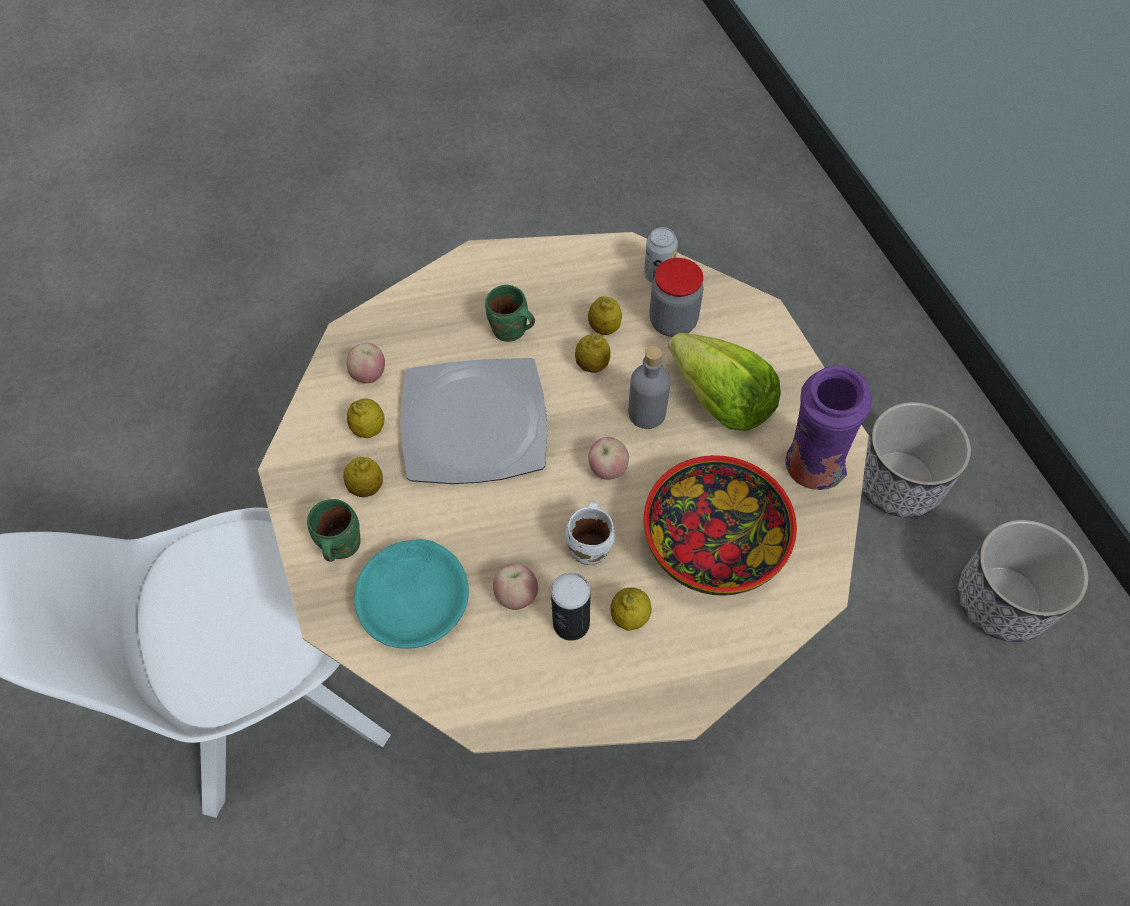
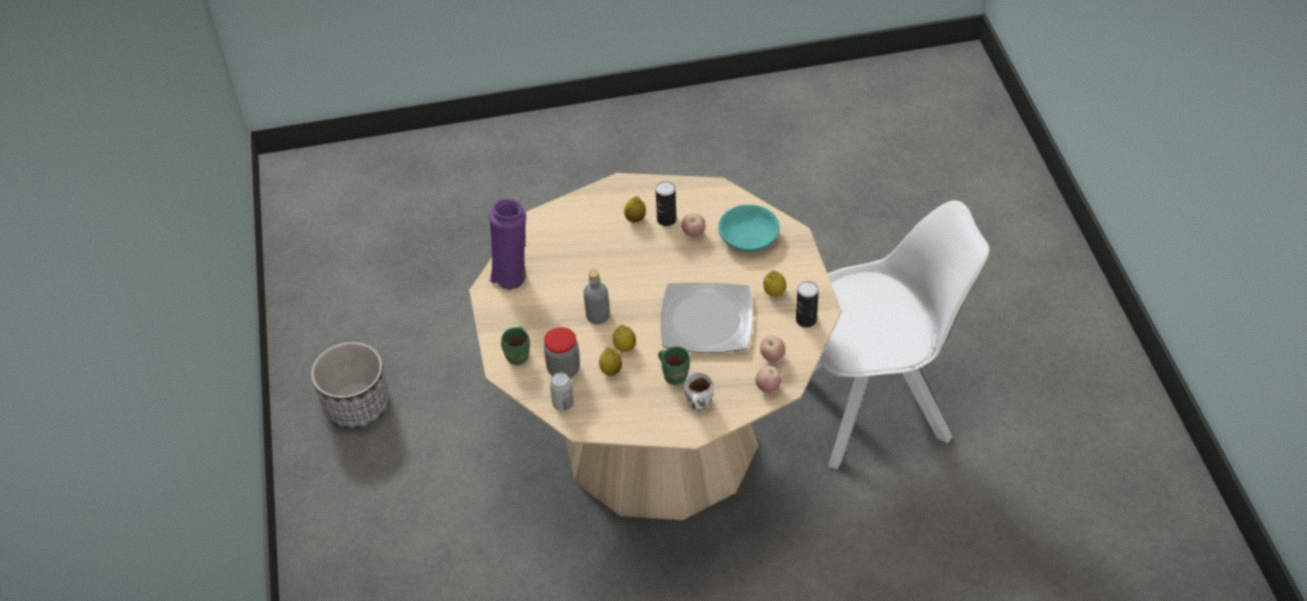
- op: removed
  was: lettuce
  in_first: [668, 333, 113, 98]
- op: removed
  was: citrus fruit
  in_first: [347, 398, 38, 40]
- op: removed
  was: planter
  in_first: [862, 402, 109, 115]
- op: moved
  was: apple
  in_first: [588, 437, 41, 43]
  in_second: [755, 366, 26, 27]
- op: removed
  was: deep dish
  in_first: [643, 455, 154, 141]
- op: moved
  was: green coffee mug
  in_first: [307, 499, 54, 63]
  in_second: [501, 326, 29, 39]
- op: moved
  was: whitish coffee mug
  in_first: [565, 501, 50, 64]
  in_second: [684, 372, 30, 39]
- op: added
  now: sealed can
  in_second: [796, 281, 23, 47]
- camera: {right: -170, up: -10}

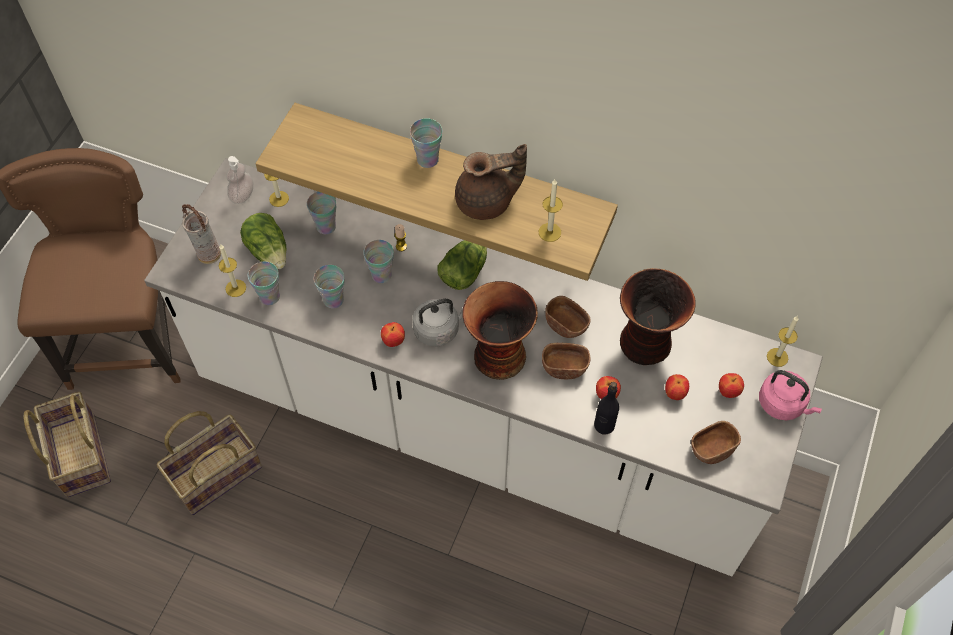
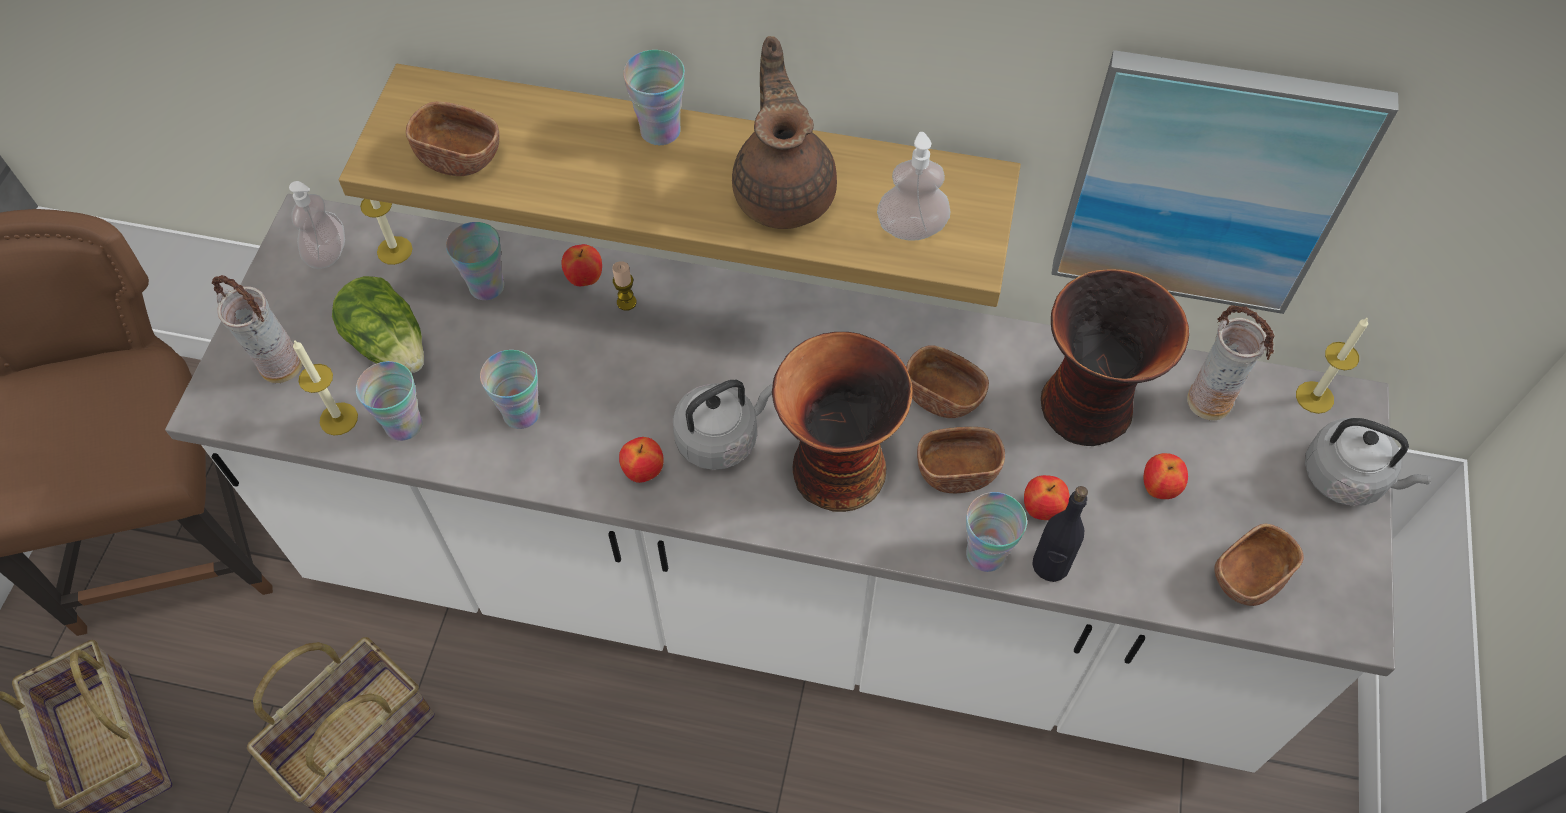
- op: turned
  was: brown-coloured pot for tea
  in_first: [455, 144, 72, 76]
  in_second: [732, 36, 105, 193]
  clockwise: -75
- op: replaced
  was: candle
  now: soap bottle
  in_first: [539, 180, 24, 62]
  in_second: [877, 132, 74, 109]
- op: moved
  was: drinking cup
  in_first: [363, 240, 31, 43]
  in_second: [966, 492, 61, 80]
- op: removed
  was: lettuce
  in_first: [437, 240, 50, 50]
- op: recoloured
  was: pink kettle
  now: grey kettle
  in_first: [759, 370, 63, 50]
  in_second: [1305, 418, 126, 88]
- op: moved
  was: apple
  in_first: [719, 373, 25, 25]
  in_second: [561, 244, 41, 42]
- op: added
  now: wall picture
  in_second: [1051, 50, 348, 264]
- op: added
  now: brown-coloured deep dish
  in_second: [406, 102, 94, 74]
- op: added
  now: flower vase
  in_second: [1187, 305, 87, 115]
- camera: {right: -10, up: 0}

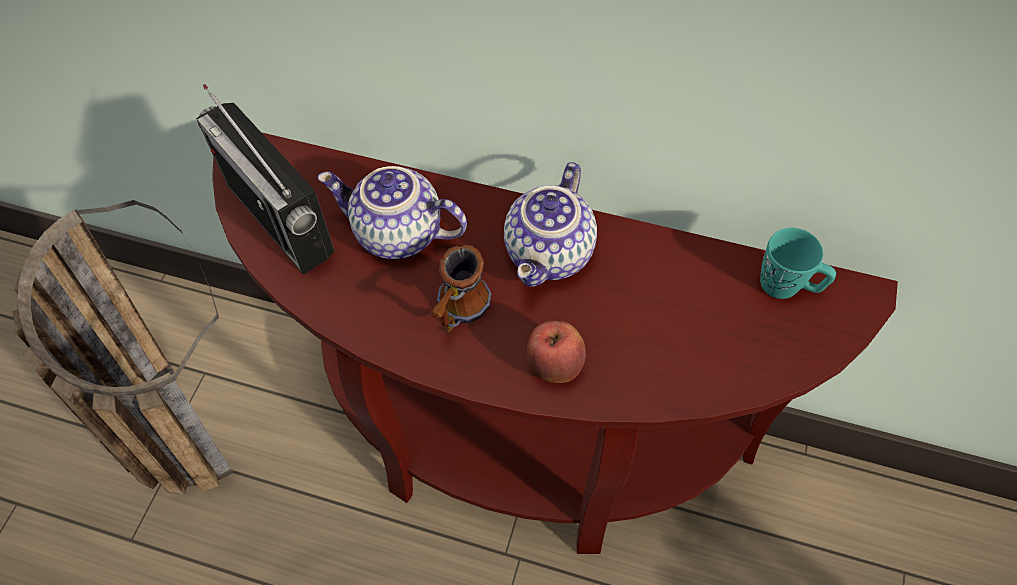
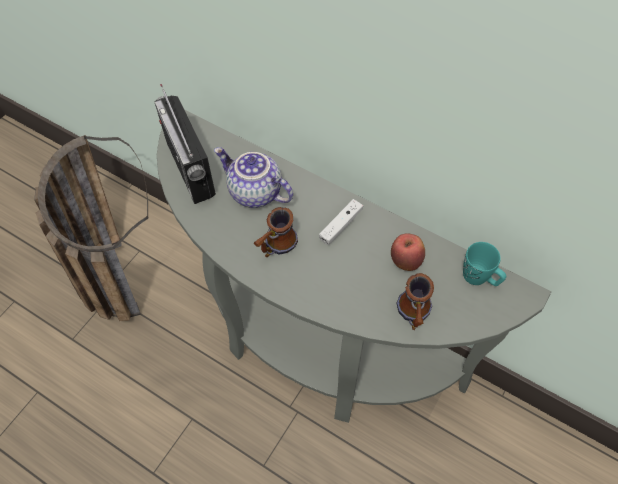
- op: recoloured
  was: brown-coloured console table
  now: grey console table
  in_first: [212, 132, 686, 422]
  in_second: [157, 110, 394, 313]
- op: replaced
  was: pot for tea
  now: whitish joypad
  in_first: [504, 162, 93, 125]
  in_second: [319, 199, 44, 46]
- op: moved
  was: apple
  in_first: [527, 320, 59, 63]
  in_second: [391, 233, 34, 38]
- op: added
  now: coffee mug
  in_second: [397, 273, 37, 57]
- camera: {right: 15, up: 0}

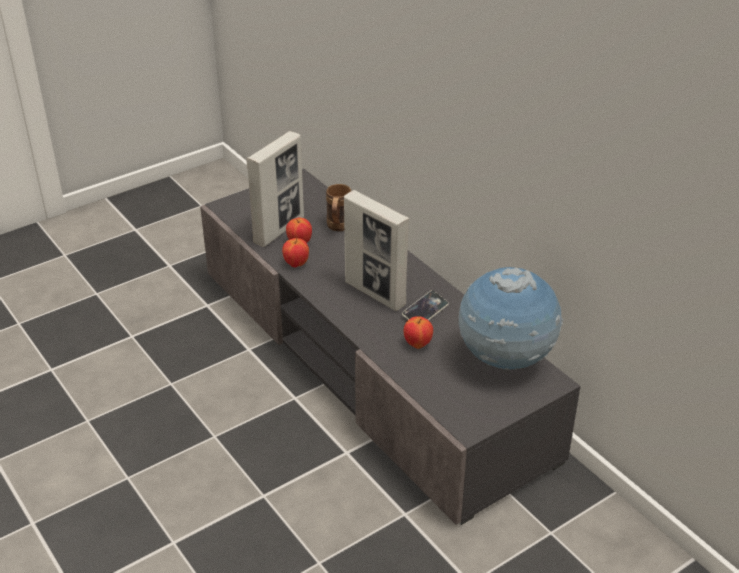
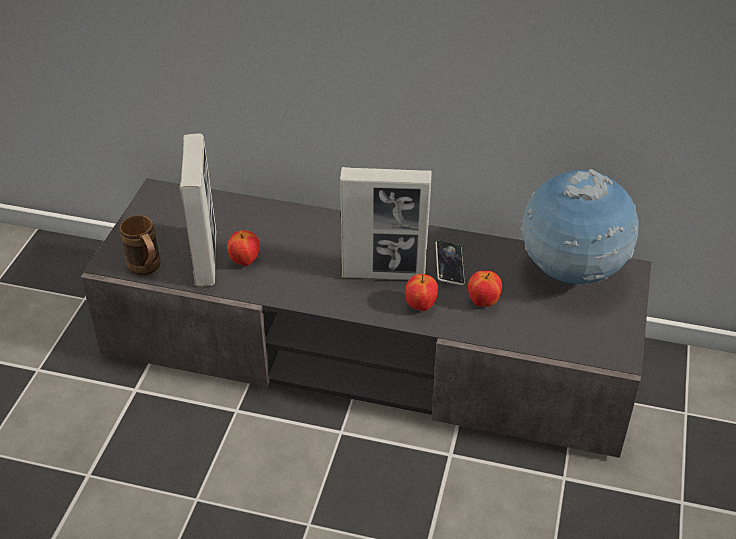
- op: moved
  was: brown-coloured coffee mug
  in_first: [326, 184, 25, 47]
  in_second: [119, 215, 42, 61]
- op: moved
  was: apple
  in_first: [282, 238, 27, 30]
  in_second: [405, 274, 33, 37]
- camera: {right: -40, up: 5}

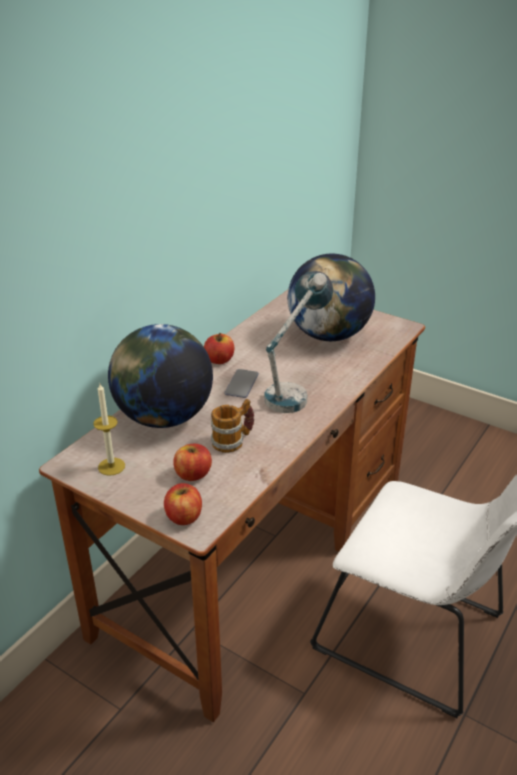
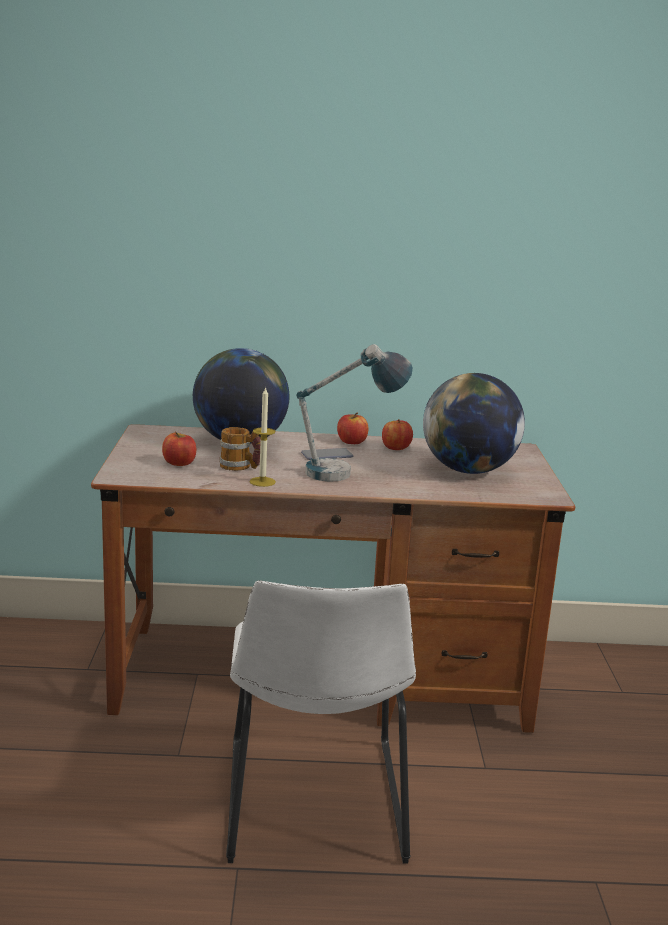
- op: moved
  was: candle
  in_first: [93, 384, 32, 92]
  in_second: [249, 387, 27, 100]
- op: moved
  was: apple
  in_first: [164, 483, 38, 42]
  in_second: [382, 419, 31, 31]
- camera: {right: 55, up: -15}

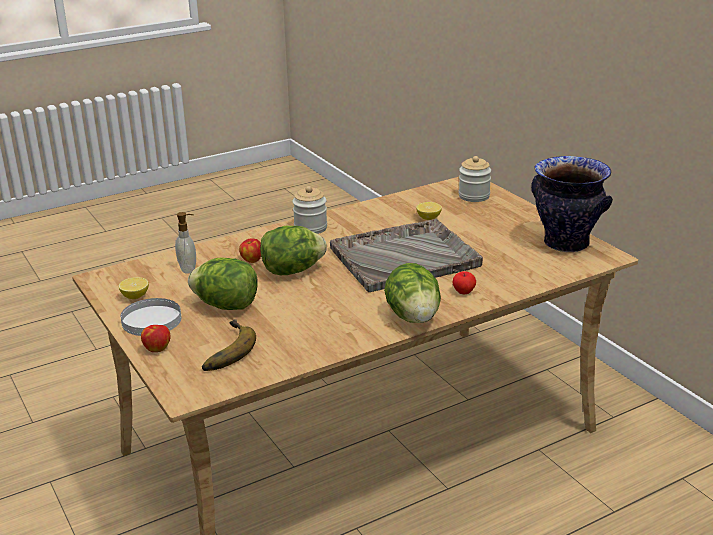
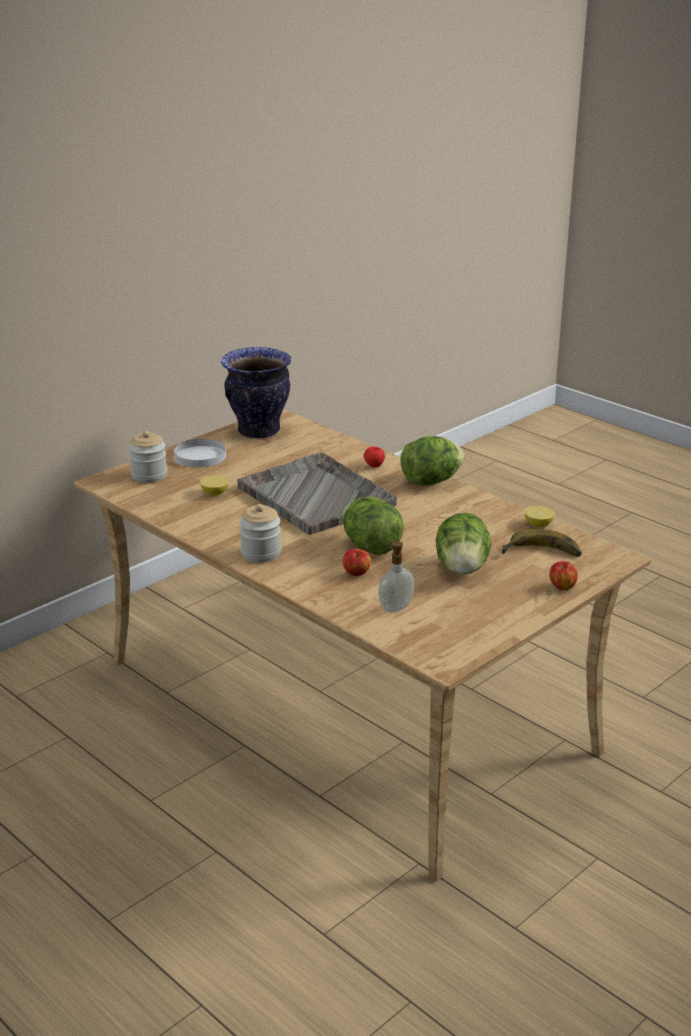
- op: moved
  was: citrus fruit
  in_first: [118, 277, 31, 22]
  in_second: [524, 506, 31, 21]
- op: moved
  was: whitish dinner plate
  in_first: [121, 298, 60, 38]
  in_second: [174, 439, 52, 29]
- camera: {right: -105, up: 0}

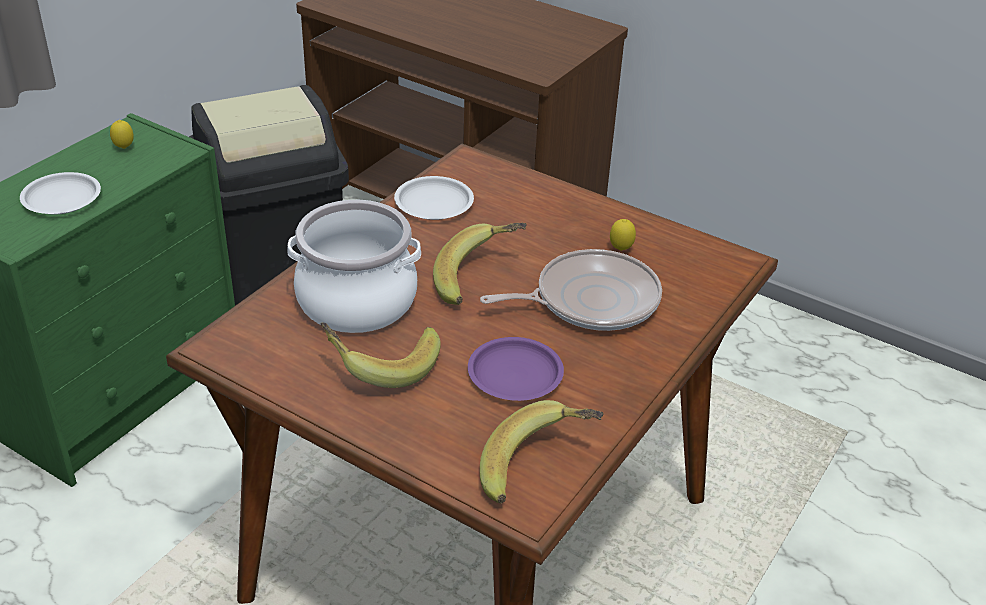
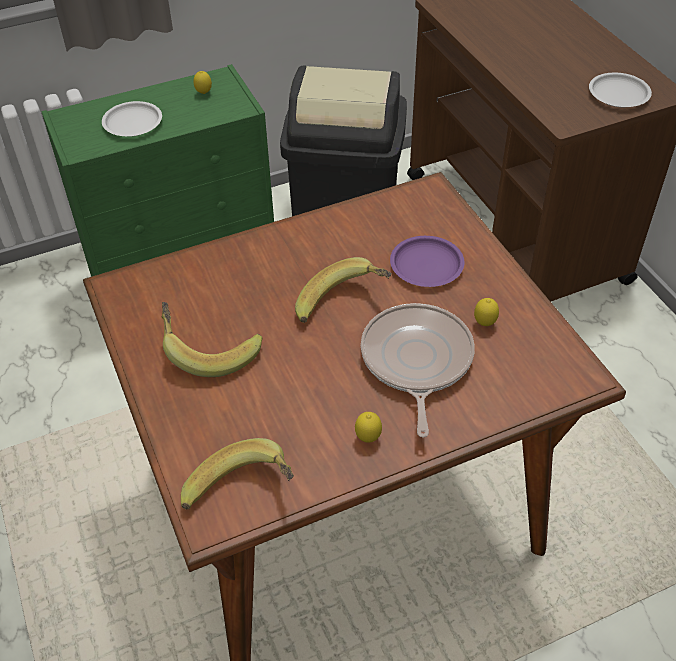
- op: moved
  was: whitish dinner plate
  in_first: [394, 176, 80, 44]
  in_second: [589, 73, 63, 34]
- op: removed
  was: stockpot
  in_first: [287, 200, 134, 133]
- op: turned
  was: pan
  in_first: [480, 249, 182, 82]
  in_second: [361, 303, 114, 134]
  clockwise: -105
- op: moved
  was: purple-coloured dinner plate
  in_first: [468, 337, 96, 64]
  in_second: [390, 236, 74, 51]
- op: added
  now: citrus fruit
  in_second: [355, 412, 27, 31]
- camera: {right: 35, up: 10}

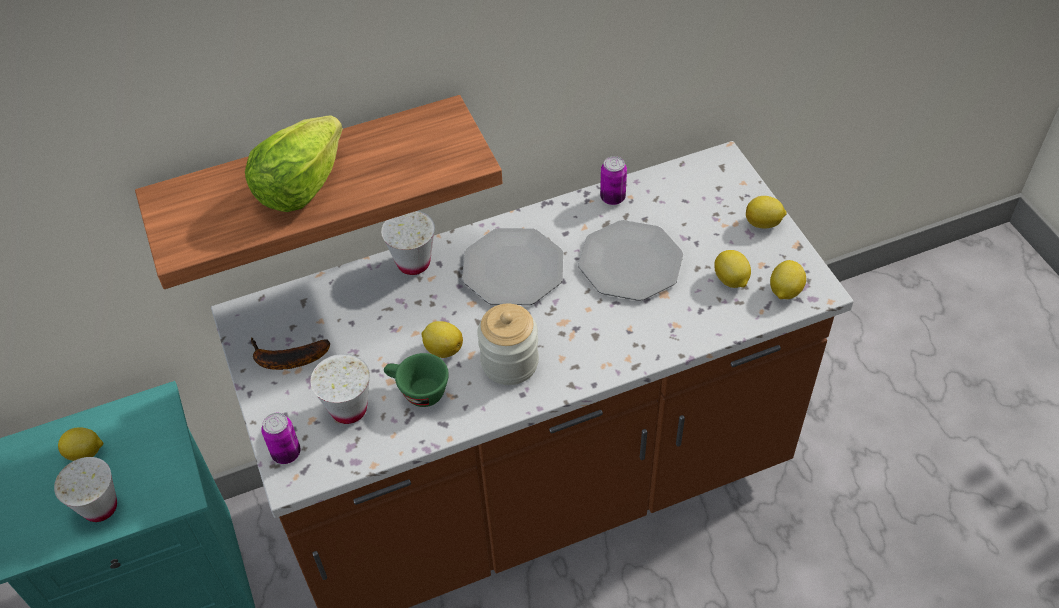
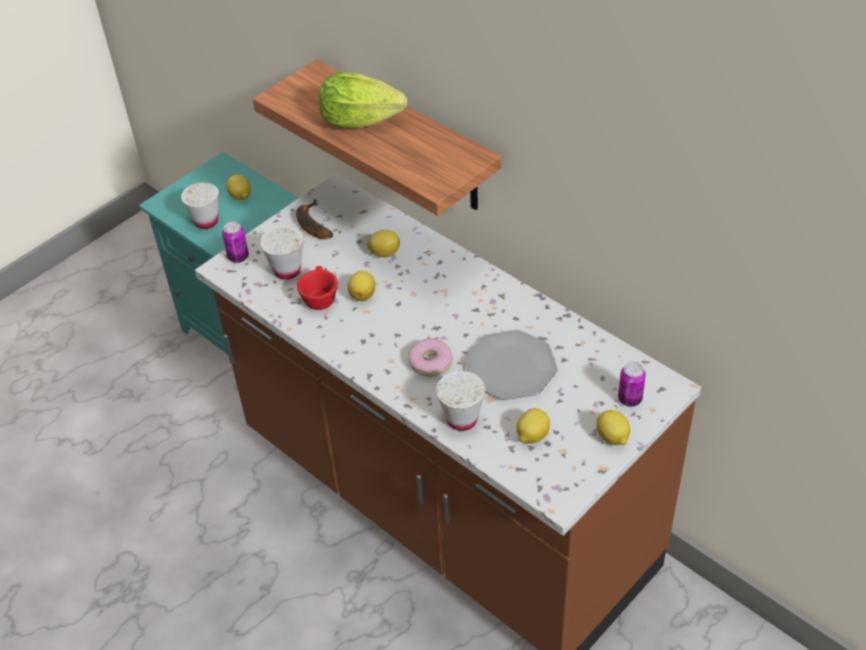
- op: moved
  was: sealed can
  in_first: [600, 156, 27, 49]
  in_second: [618, 362, 28, 45]
- op: moved
  was: whitish drinking cup
  in_first: [381, 211, 54, 64]
  in_second: [436, 371, 50, 60]
- op: removed
  was: dinner plate
  in_first: [462, 228, 101, 77]
- op: moved
  was: citrus fruit
  in_first: [770, 260, 36, 39]
  in_second: [366, 230, 34, 27]
- op: removed
  was: preserve jar
  in_first: [477, 304, 62, 81]
- op: recoloured
  was: green drinking cup
  now: red-coloured drinking cup
  in_first: [384, 353, 65, 54]
  in_second: [297, 266, 41, 44]
- op: added
  now: ring doughnut
  in_second: [408, 338, 45, 39]
- camera: {right: 65, up: -5}

